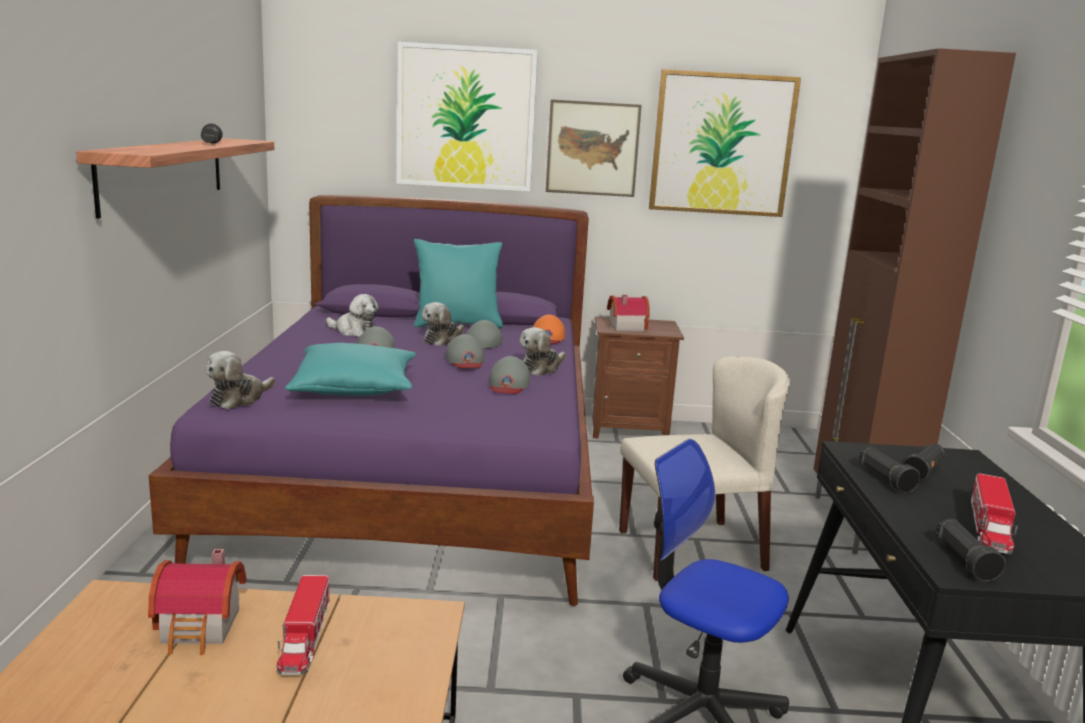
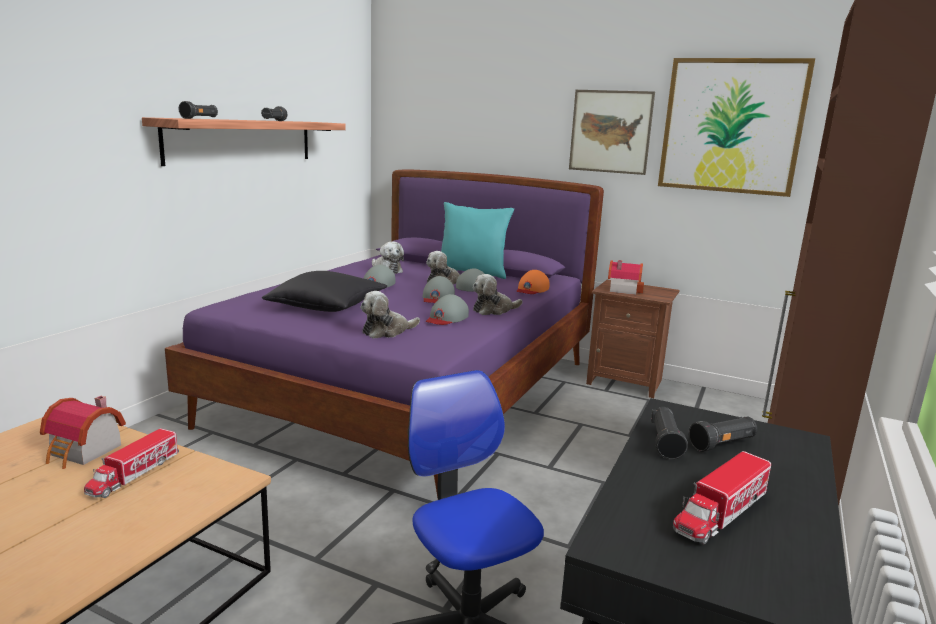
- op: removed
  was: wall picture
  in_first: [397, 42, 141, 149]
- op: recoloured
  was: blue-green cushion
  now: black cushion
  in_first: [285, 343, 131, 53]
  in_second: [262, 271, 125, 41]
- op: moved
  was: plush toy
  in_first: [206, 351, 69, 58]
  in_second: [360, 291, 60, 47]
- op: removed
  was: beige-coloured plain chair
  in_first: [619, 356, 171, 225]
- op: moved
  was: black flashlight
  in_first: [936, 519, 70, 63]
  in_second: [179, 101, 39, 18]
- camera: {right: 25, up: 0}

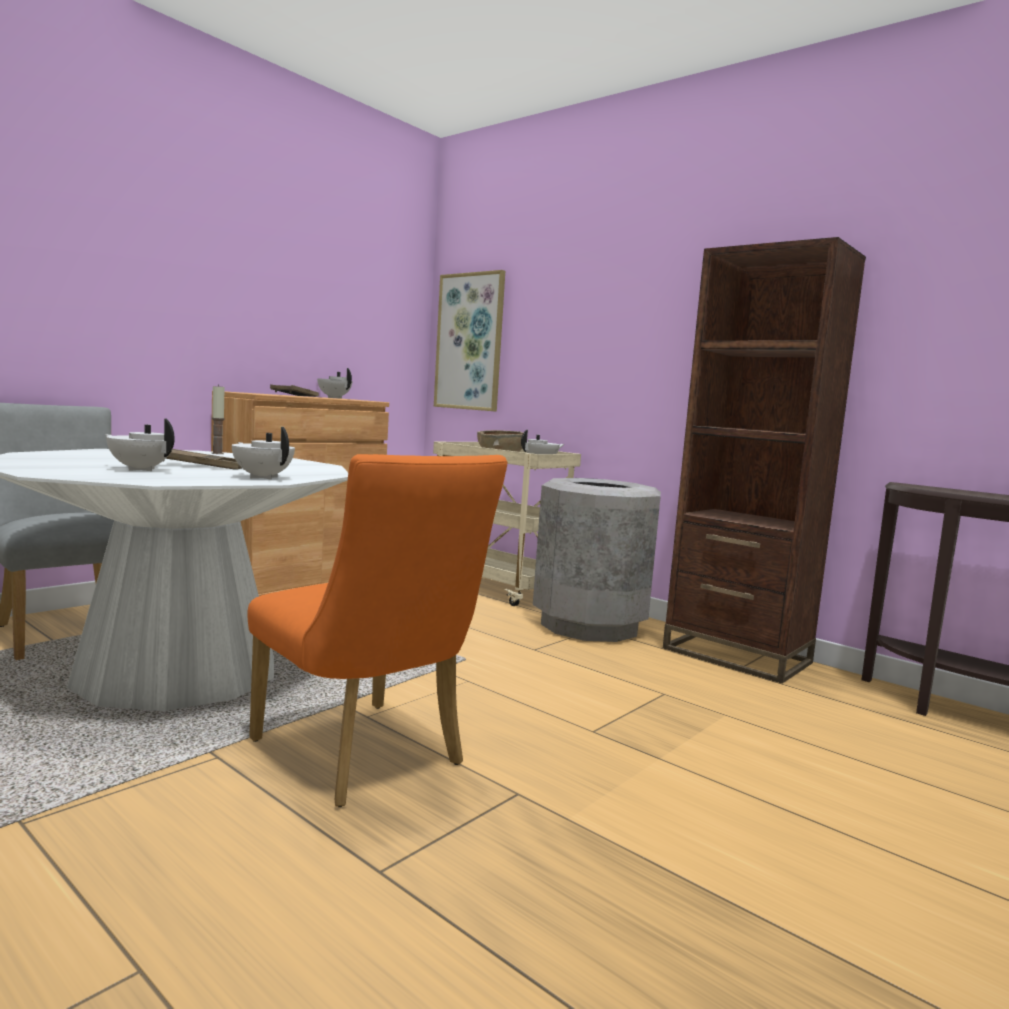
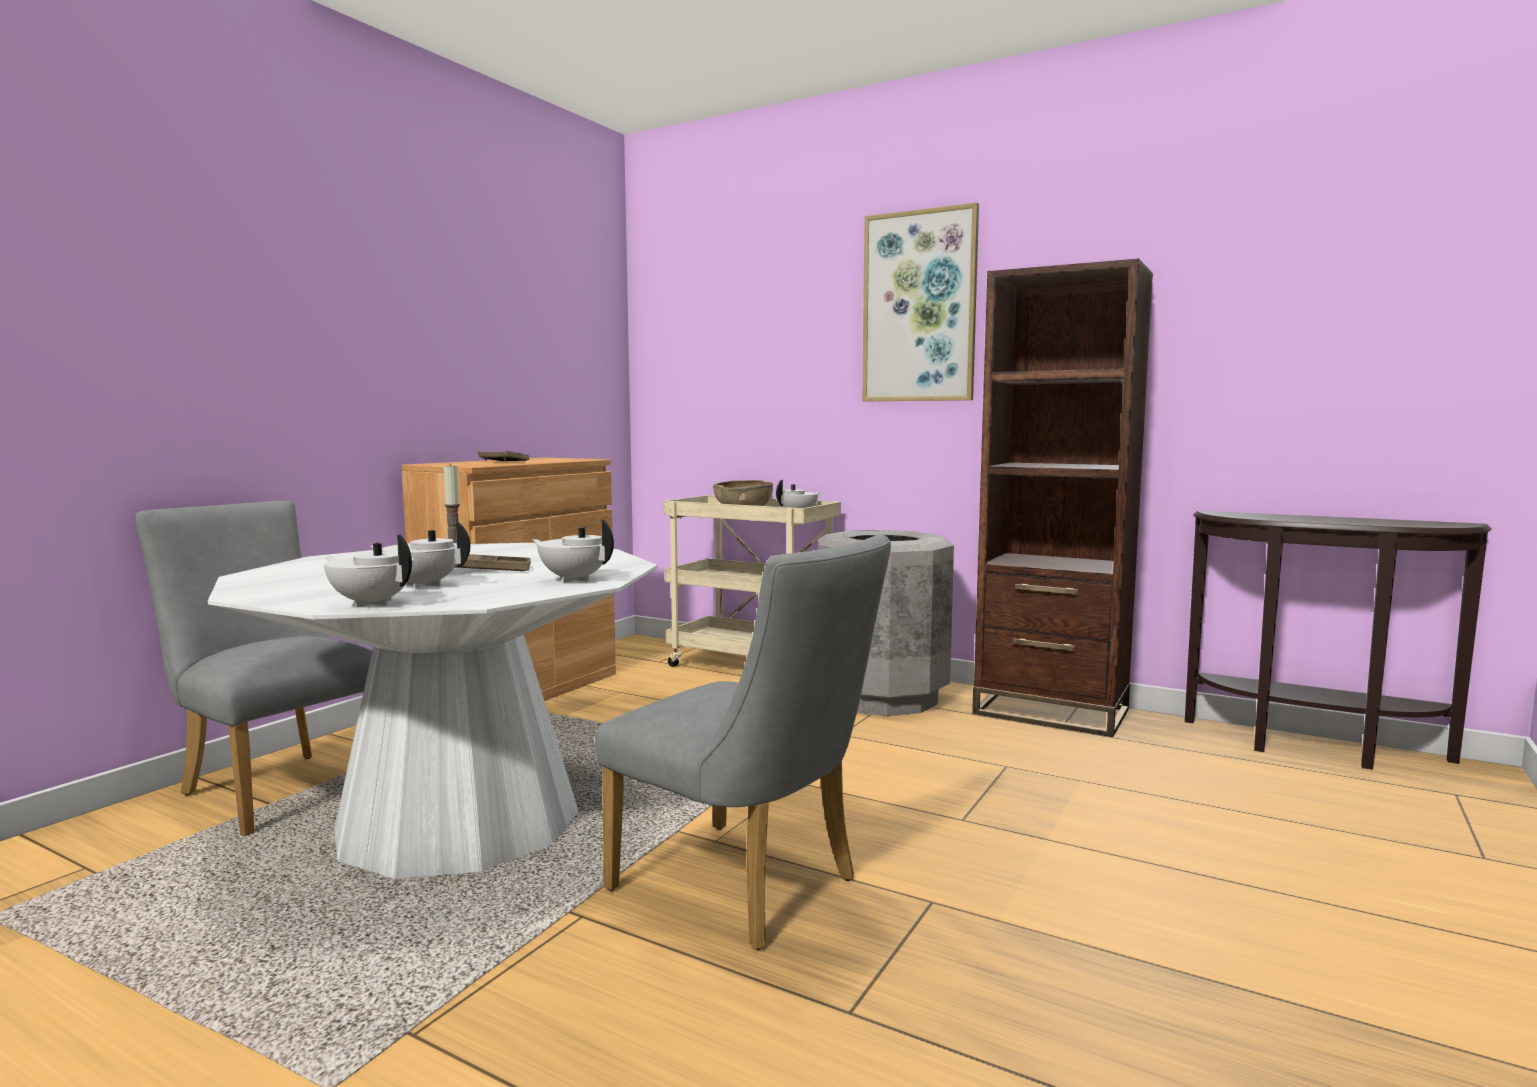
- op: moved
  was: wall picture
  in_first: [434, 270, 71, 142]
  in_second: [862, 202, 117, 199]
- op: moved
  was: whitish pot for tea
  in_first: [317, 368, 35, 30]
  in_second: [324, 534, 90, 74]
- op: recoloured
  was: orange plain chair
  now: grey plain chair
  in_first: [247, 454, 261, 353]
  in_second: [595, 534, 296, 416]
- camera: {right: -10, up: 0}

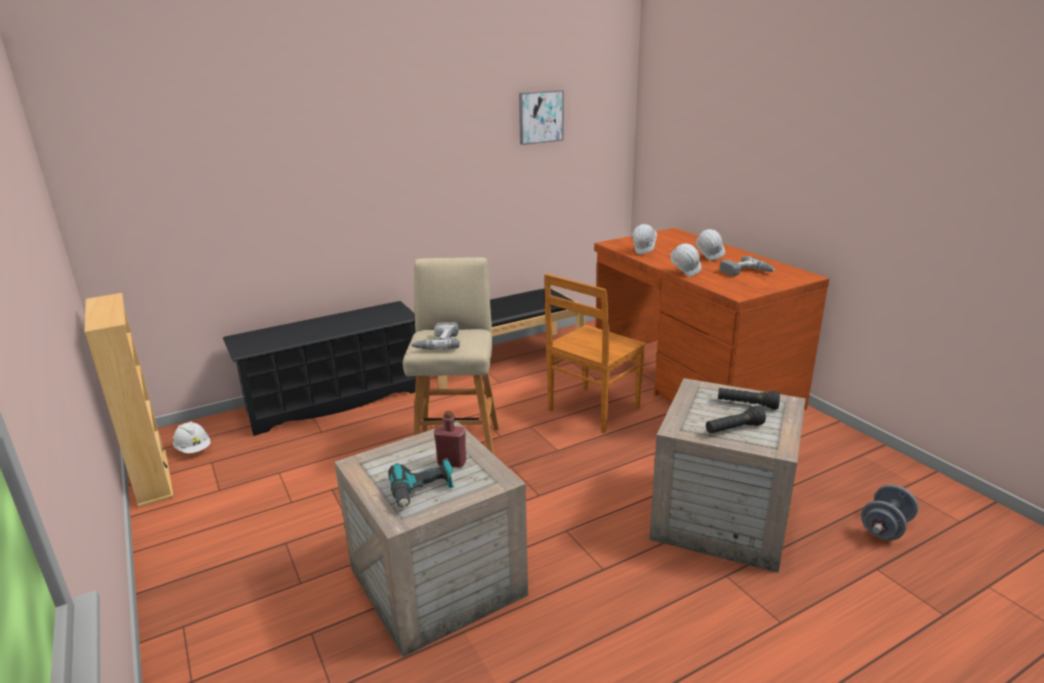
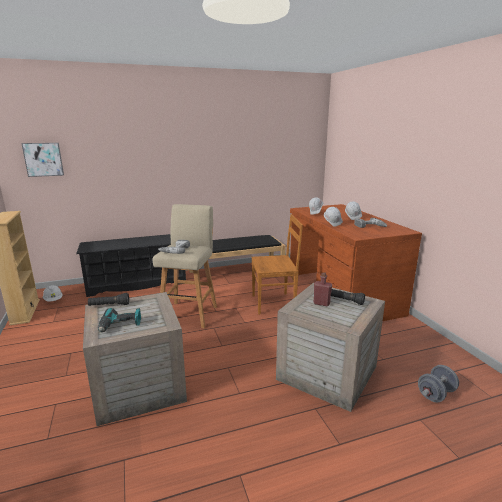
- op: moved
  was: wall picture
  in_first: [519, 90, 45, 55]
  in_second: [21, 143, 43, 34]
- op: turned
  was: brown-coloured plain chair
  in_first: [545, 274, 101, 159]
  in_second: [251, 214, 52, 100]
  clockwise: -150
- op: moved
  was: black flashlight
  in_first: [706, 406, 60, 27]
  in_second: [88, 293, 41, 13]
- op: moved
  was: red-coloured bottle
  in_first: [434, 411, 33, 57]
  in_second: [313, 272, 19, 34]
- camera: {right: 10, up: -5}

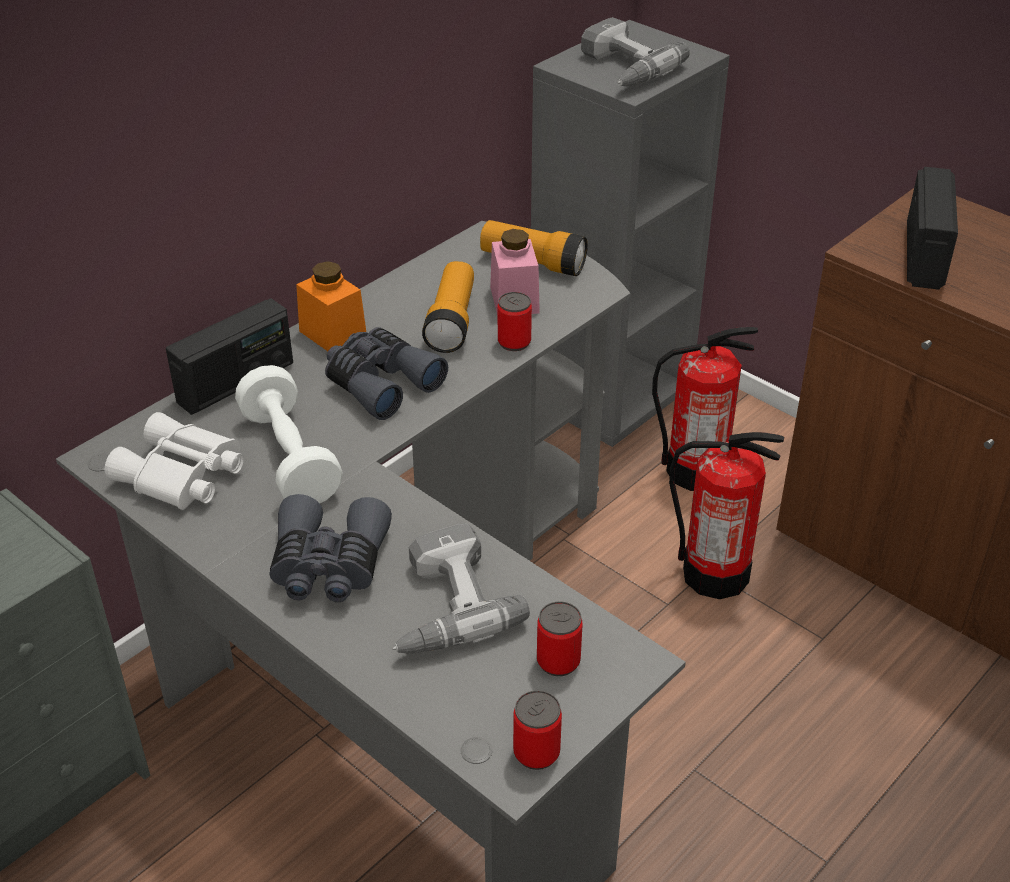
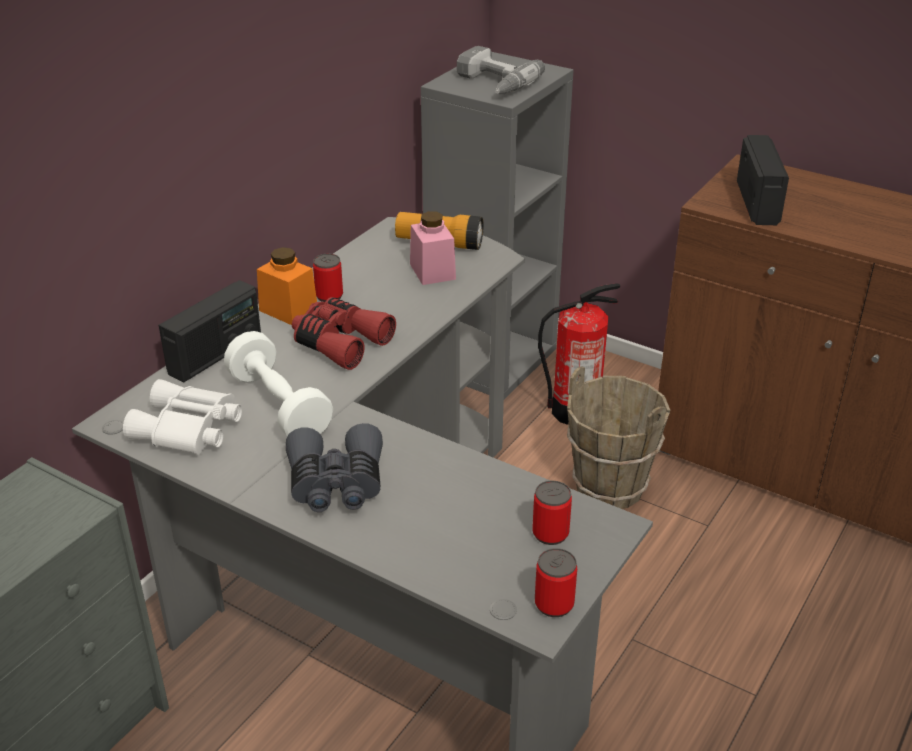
- op: removed
  was: flashlight
  in_first: [422, 261, 52, 92]
- op: moved
  was: sealed can
  in_first: [498, 292, 34, 59]
  in_second: [313, 254, 30, 48]
- op: recoloured
  was: grey field glasses
  now: red-coloured field glasses
  in_first: [325, 327, 123, 93]
  in_second: [292, 297, 104, 73]
- op: replaced
  was: fire-fighting cylinder
  now: brown-coloured pail
  in_first: [669, 432, 115, 167]
  in_second: [567, 367, 103, 142]
- op: removed
  was: power drill
  in_first: [393, 523, 137, 130]
- camera: {right: -10, up: -5}

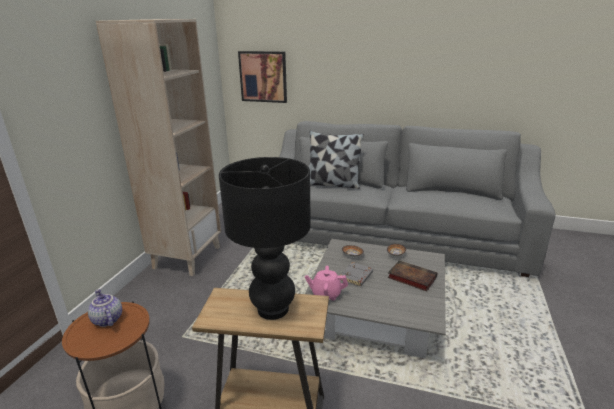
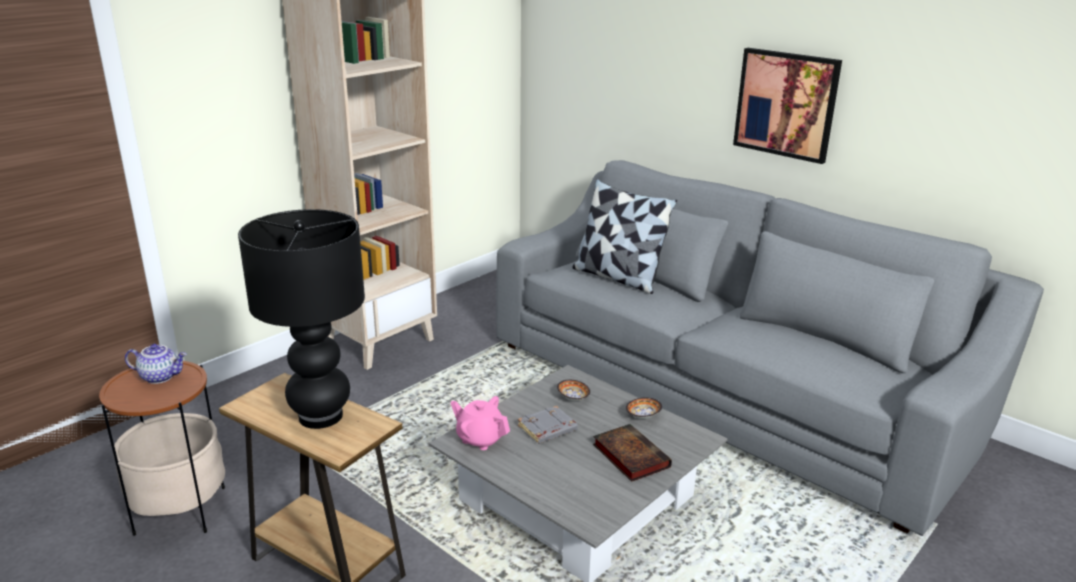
- op: moved
  was: wall picture
  in_first: [238, 51, 49, 52]
  in_second: [733, 48, 109, 116]
- op: turned
  was: pot for tea
  in_first: [88, 289, 34, 38]
  in_second: [125, 344, 62, 40]
  clockwise: 105
- camera: {right: 25, up: 0}

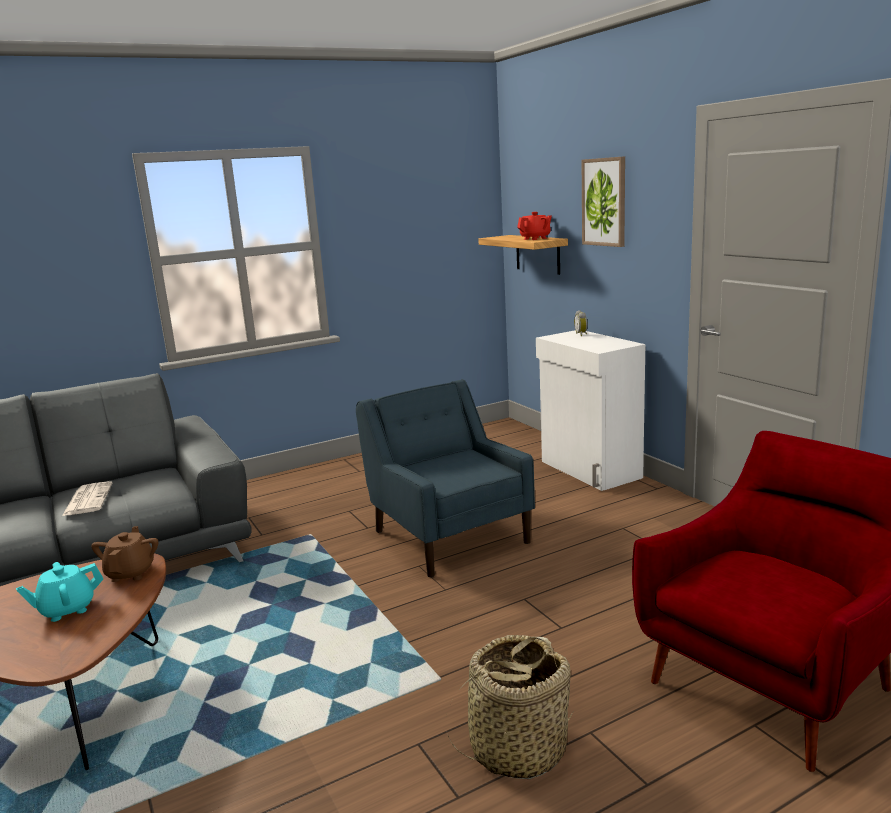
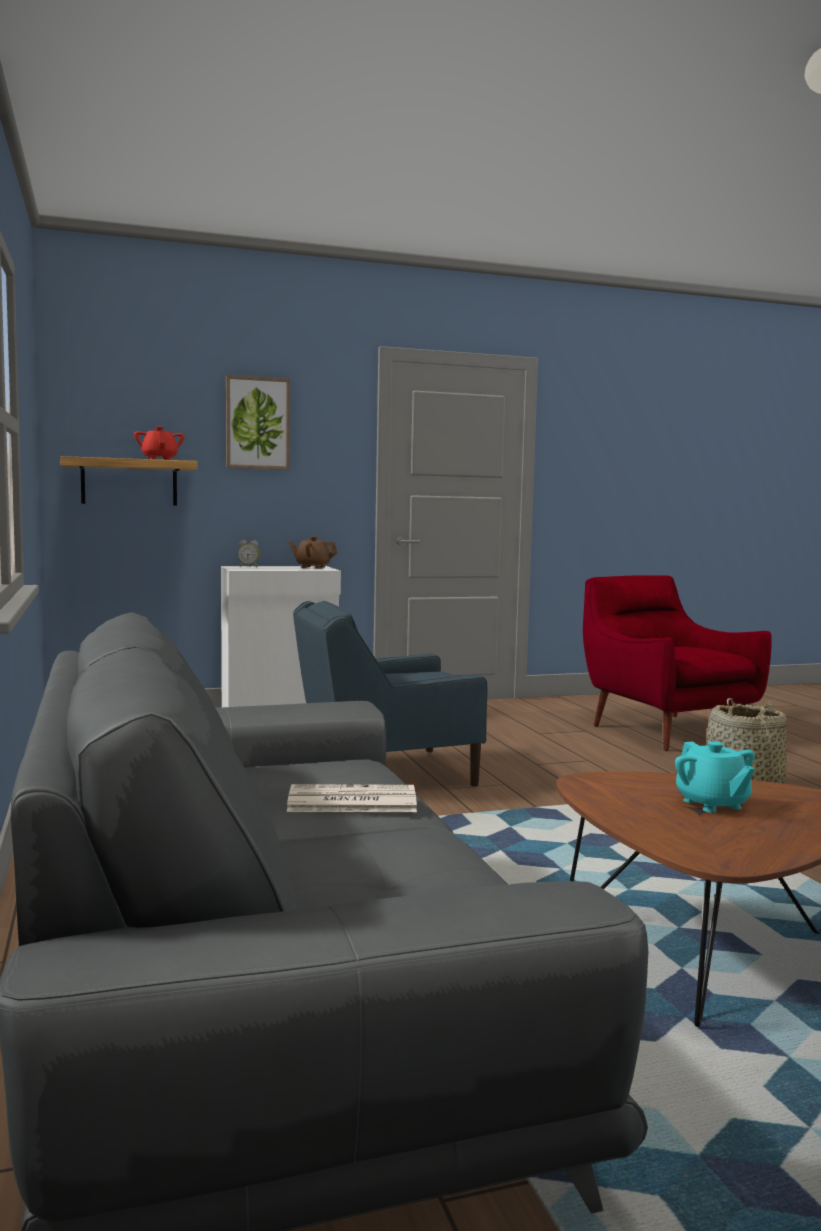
- op: moved
  was: brown-coloured pot for tea
  in_first: [91, 526, 67, 56]
  in_second: [289, 536, 48, 32]
- camera: {right: -80, up: -10}

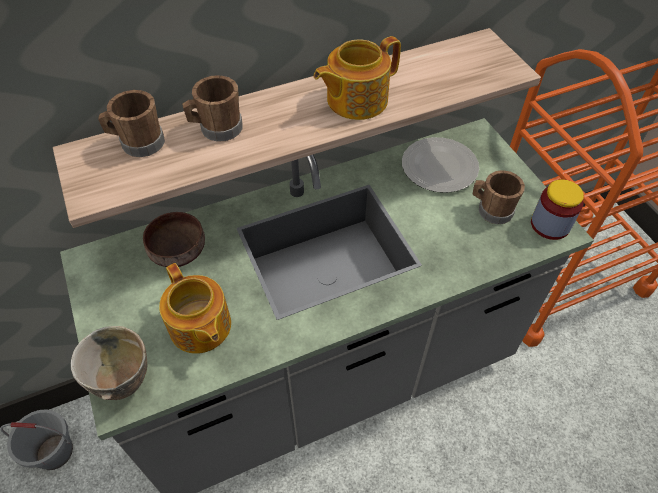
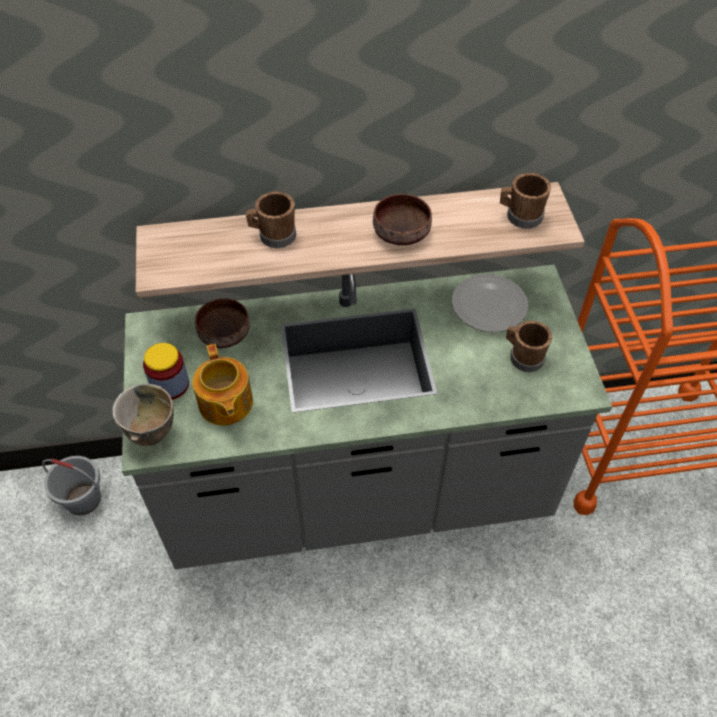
- op: replaced
  was: pot for tea
  now: brown-coloured deep dish
  in_first: [313, 36, 88, 84]
  in_second: [373, 194, 59, 51]
- op: moved
  was: brown-coloured coffee mug
  in_first: [98, 90, 67, 67]
  in_second: [500, 173, 51, 56]
- op: moved
  was: preserve jar
  in_first: [531, 179, 53, 61]
  in_second: [143, 343, 46, 57]
- camera: {right: 15, up: 0}

